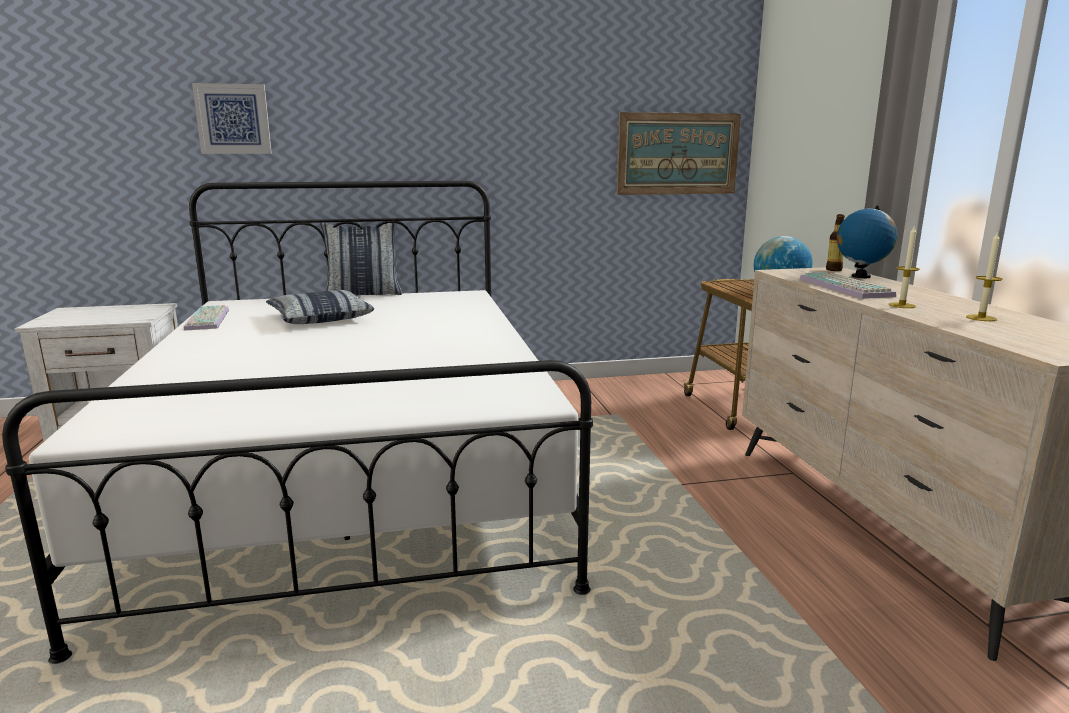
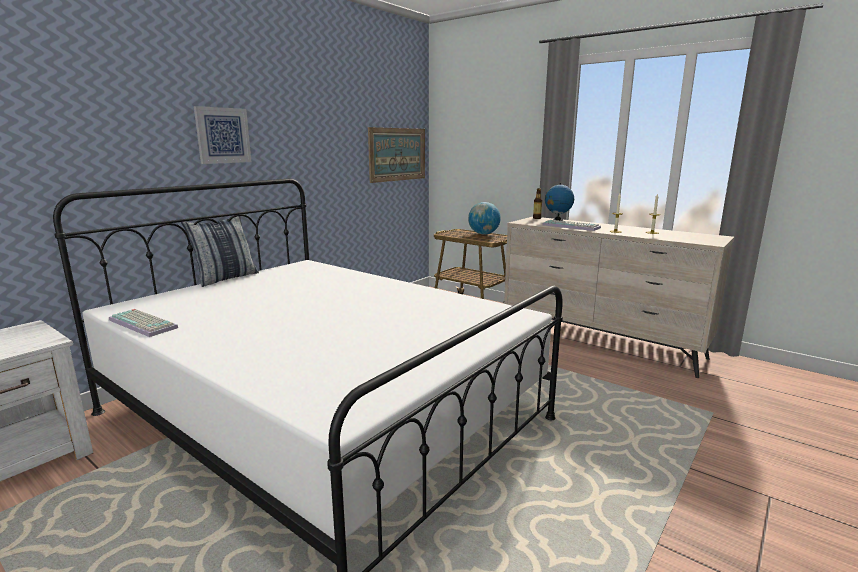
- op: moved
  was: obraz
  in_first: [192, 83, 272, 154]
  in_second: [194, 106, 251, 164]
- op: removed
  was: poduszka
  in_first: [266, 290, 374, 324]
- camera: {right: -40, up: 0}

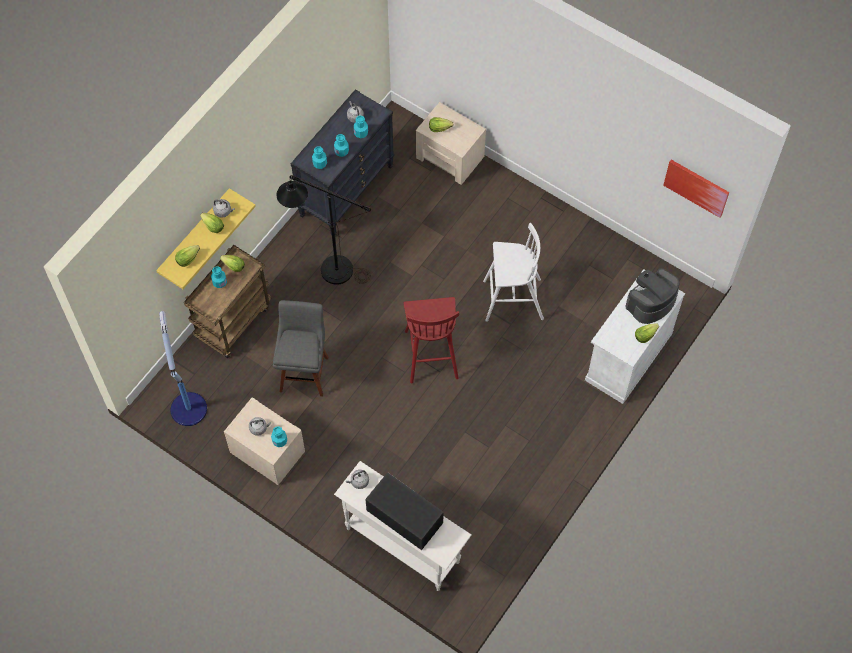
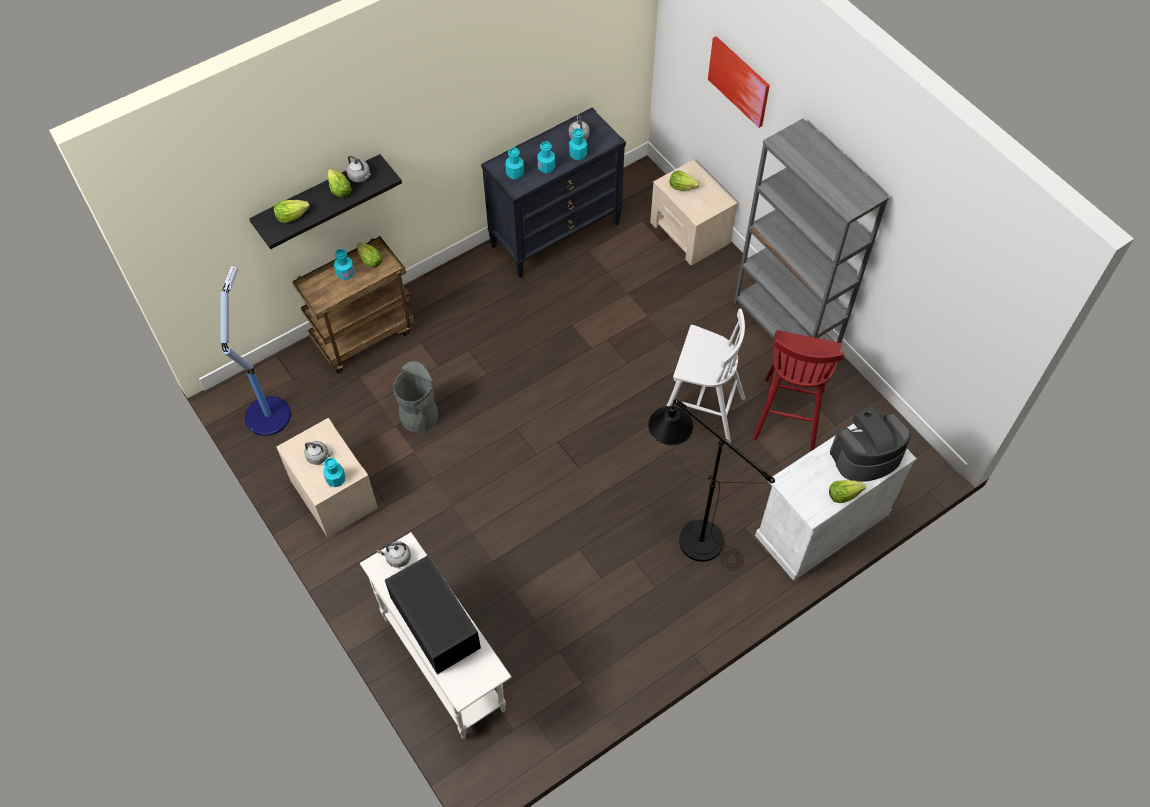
- op: moved
  was: obraz
  in_first: [663, 160, 729, 218]
  in_second: [708, 36, 770, 128]
- op: moved
  was: lampa stojąca/czarny
  in_first: [277, 175, 371, 285]
  in_second: [648, 399, 775, 571]
- op: recoloured
  was: półka/żółty
  now: półka/czarny
  in_first: [156, 188, 256, 289]
  in_second: [249, 154, 402, 249]
- op: moved
  was: stołek/czerwony
  in_first: [404, 297, 459, 384]
  in_second: [753, 330, 844, 451]
- op: replaced
  was: stołek/szary
  now: kosz na śmieci/szary
  in_first: [273, 300, 329, 396]
  in_second: [393, 361, 438, 433]
- op: added
  now: regał/szary
  in_second: [734, 118, 890, 343]
- camera: {right: 20, up: -5}

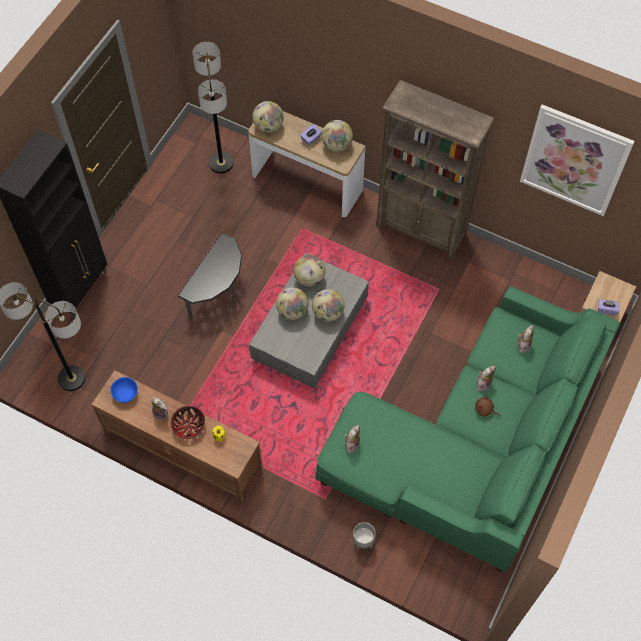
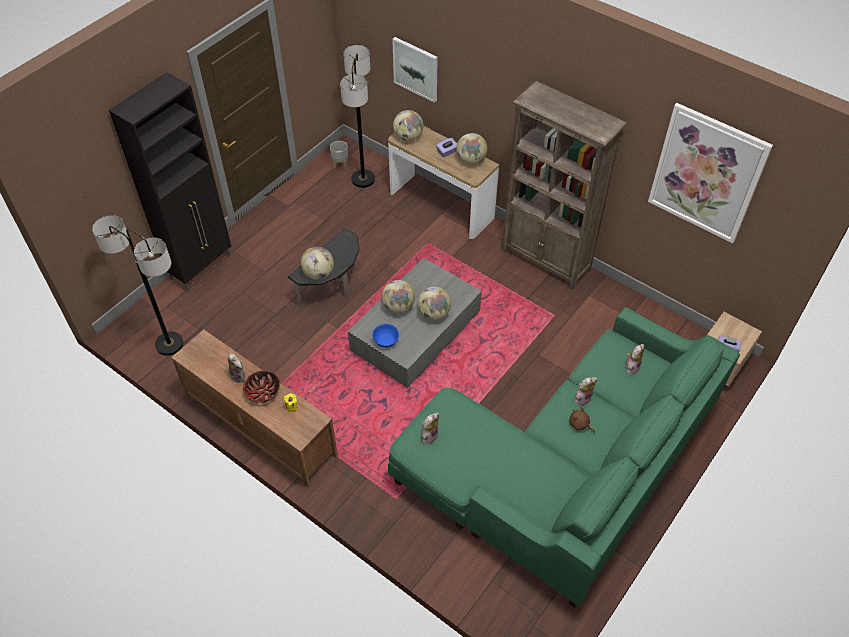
- op: moved
  was: globus
  in_first: [293, 255, 325, 287]
  in_second: [301, 247, 334, 279]
- op: moved
  was: miska/niebieski
  in_first: [111, 377, 138, 403]
  in_second: [372, 324, 399, 348]
- op: moved
  was: donica/szary
  in_first: [353, 522, 375, 550]
  in_second: [330, 141, 348, 169]
- op: added
  now: obraz
  in_second: [392, 37, 438, 103]
- camera: {right: 10, up: -10}

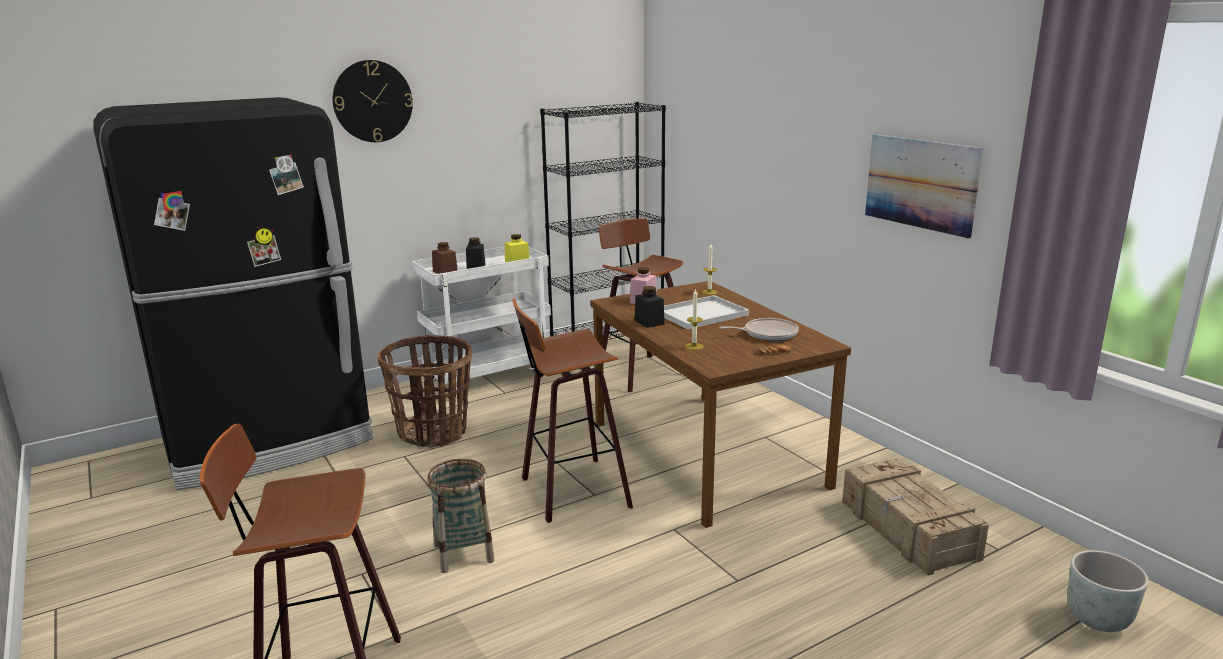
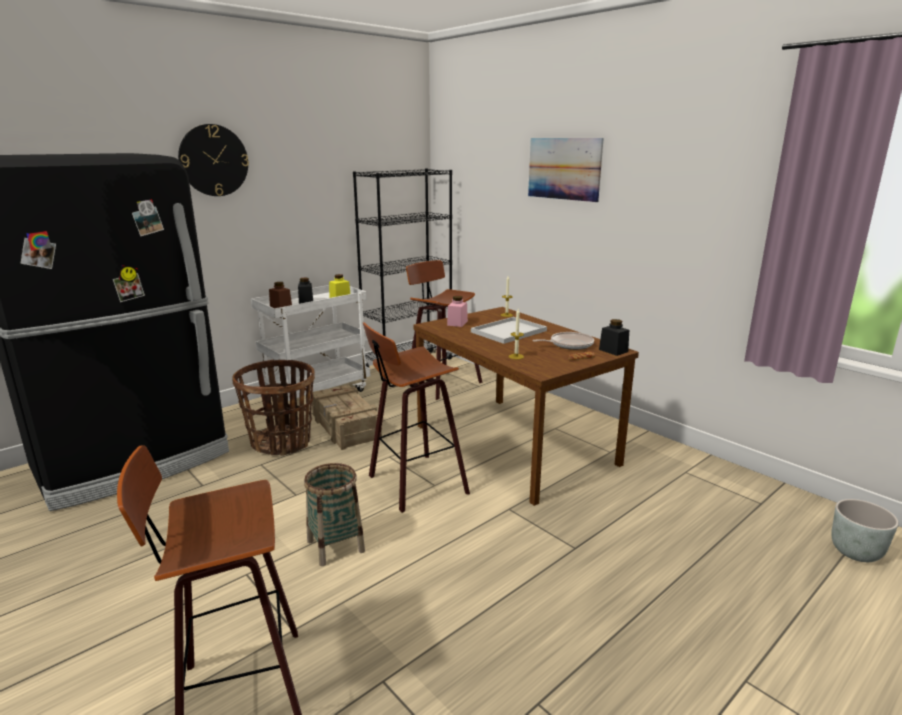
- op: moved
  was: obraz
  in_first: [865, 134, 983, 239]
  in_second: [528, 138, 604, 202]
- op: moved
  was: słoik/czarny
  in_first: [634, 286, 665, 328]
  in_second: [599, 319, 629, 356]
- op: moved
  was: skrzynka
  in_first: [842, 458, 989, 576]
  in_second: [312, 385, 382, 450]
- camera: {right: -10, up: 0}

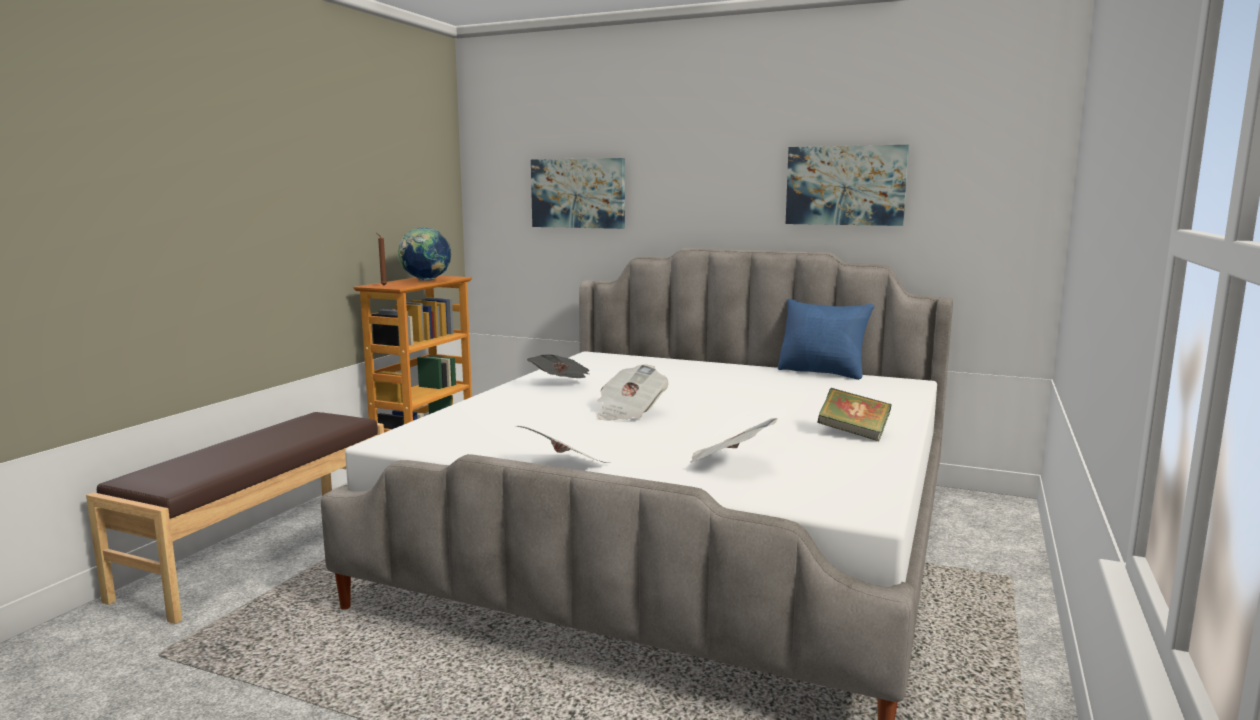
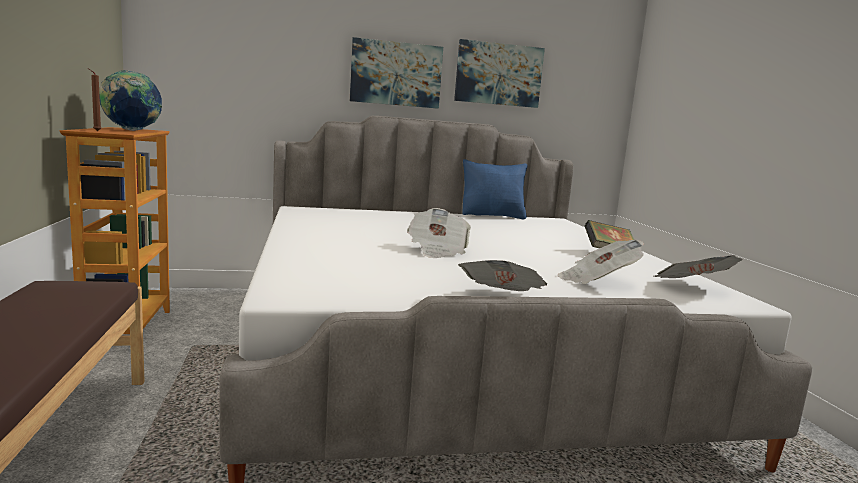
- op: moved
  was: obraz
  in_first: [531, 158, 625, 229]
  in_second: [350, 37, 443, 109]
- op: moved
  was: gazeta
  in_first: [527, 355, 589, 378]
  in_second: [654, 255, 742, 278]
- camera: {right: -35, up: 0}

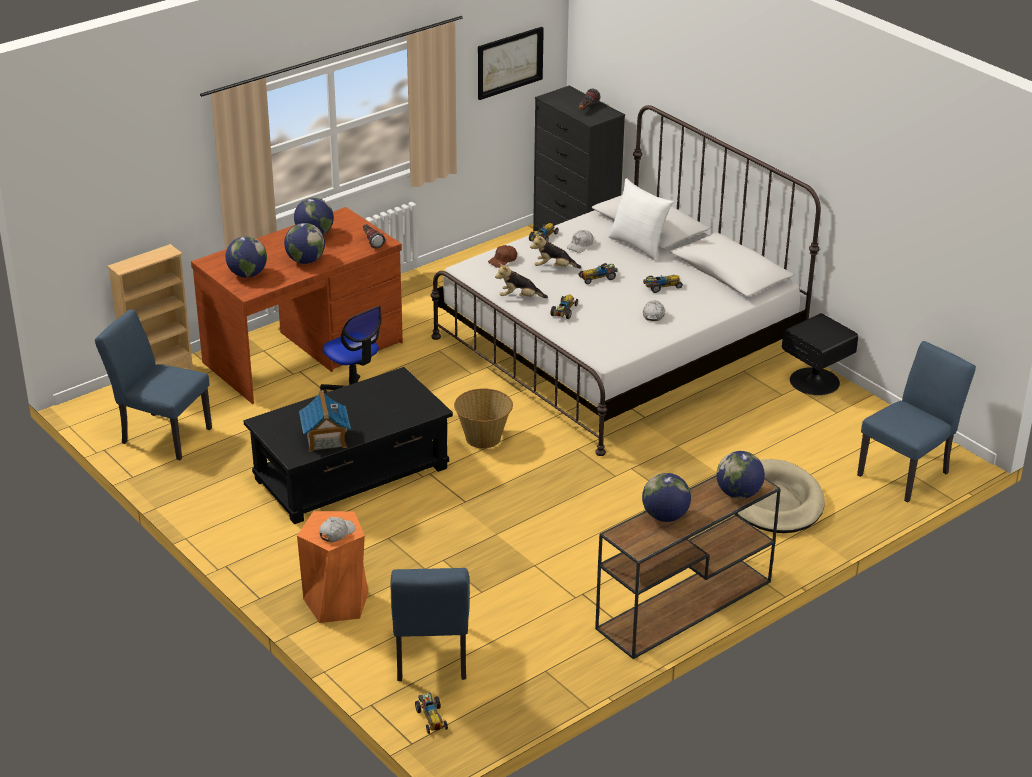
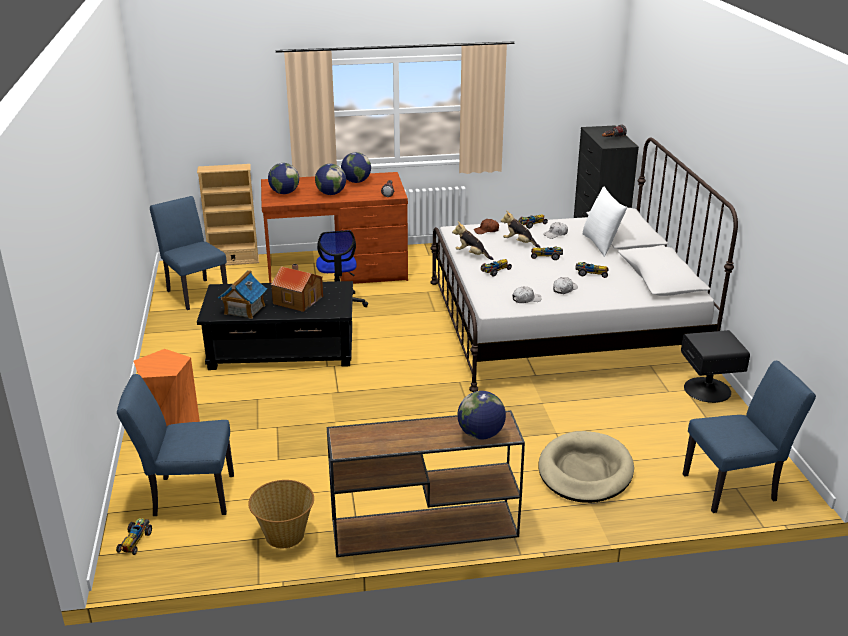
- op: removed
  was: obraz
  in_first: [478, 27, 544, 100]
- op: moved
  was: koszyk
  in_first: [454, 388, 513, 448]
  in_second: [248, 480, 314, 548]
- op: removed
  was: globus
  in_first: [642, 473, 691, 522]
- op: moved
  was: czapka z daszkiem/biały
  in_first: [320, 517, 356, 542]
  in_second: [512, 286, 542, 303]
- op: turned
  was: krzesło/niebieski
  in_first: [391, 568, 470, 681]
  in_second: [117, 374, 234, 516]
  clockwise: 60
- op: added
  now: domek
  in_second: [271, 264, 323, 312]
- camera: {right: 30, up: -5}

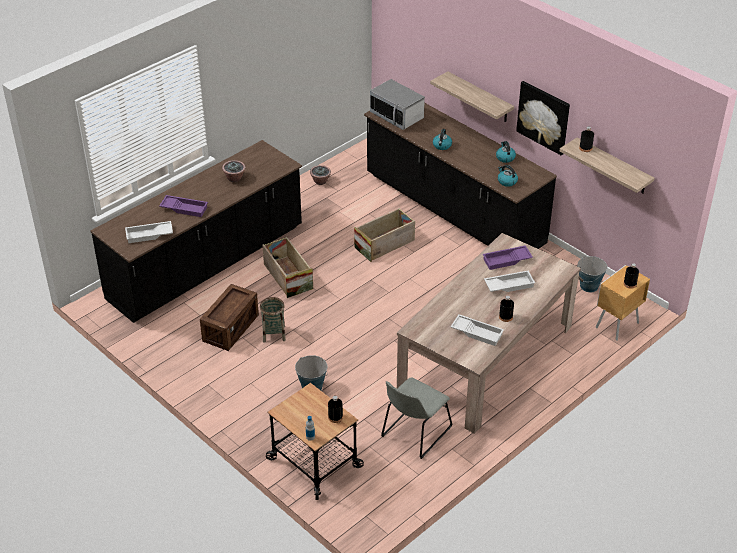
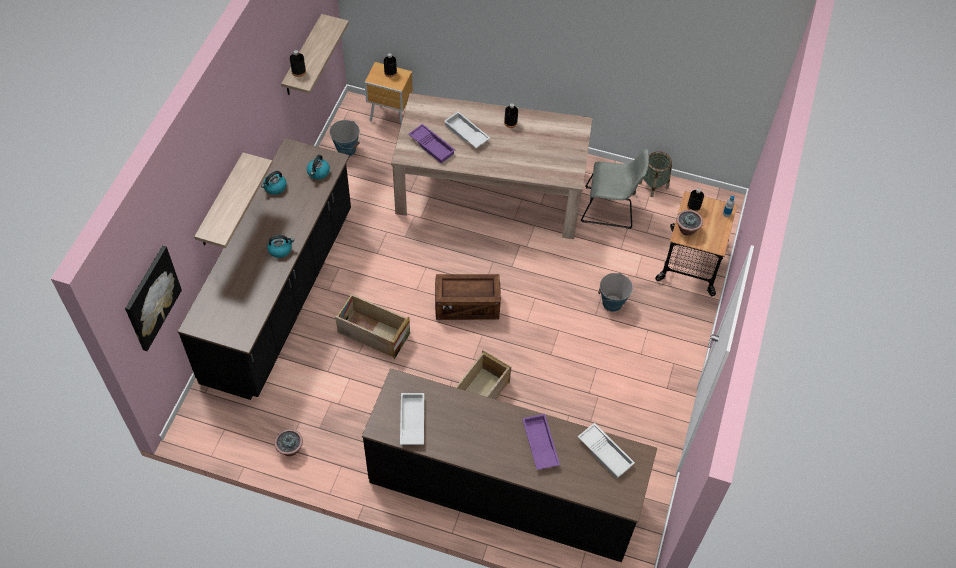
- op: removed
  was: mikrofalówka
  in_first: [370, 79, 425, 130]
- op: moved
  was: obraz
  in_first: [516, 81, 570, 156]
  in_second: [125, 246, 182, 351]
- op: moved
  was: roślina doniczkowa
  in_first: [222, 160, 246, 182]
  in_second: [676, 210, 703, 236]
- op: moved
  was: skrzynka
  in_first: [200, 284, 259, 351]
  in_second: [435, 274, 501, 320]
- op: moved
  was: koszyk
  in_first: [260, 297, 286, 343]
  in_second: [639, 151, 672, 197]
- op: moved
  was: taca/biały
  in_first: [451, 314, 504, 346]
  in_second: [400, 393, 424, 445]
- camera: {right: -120, up: 15}

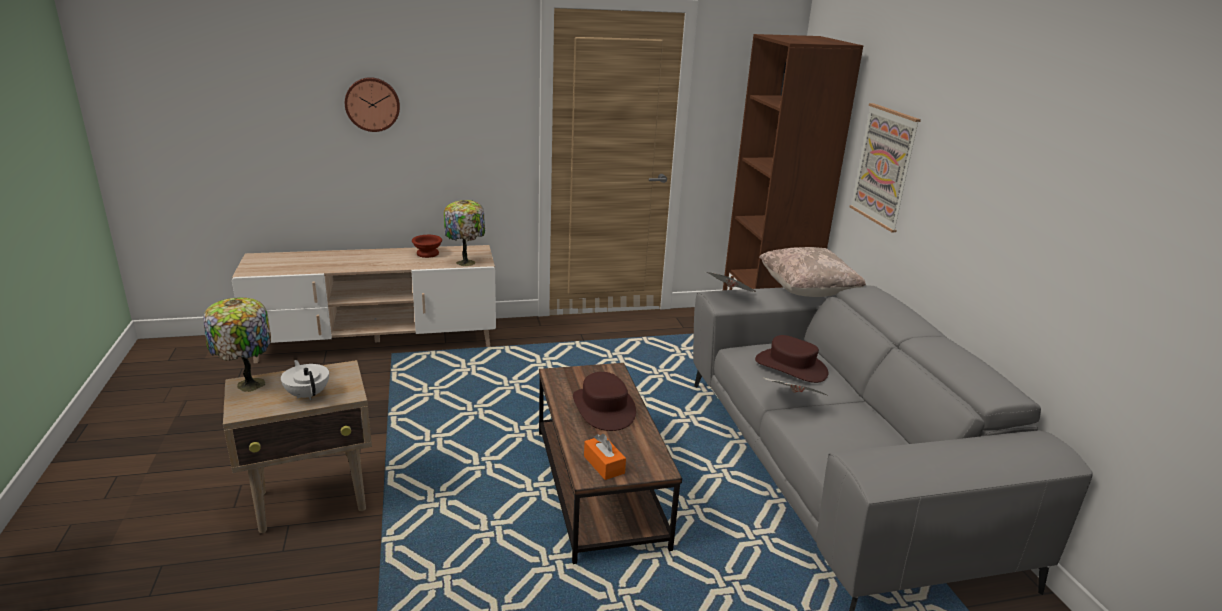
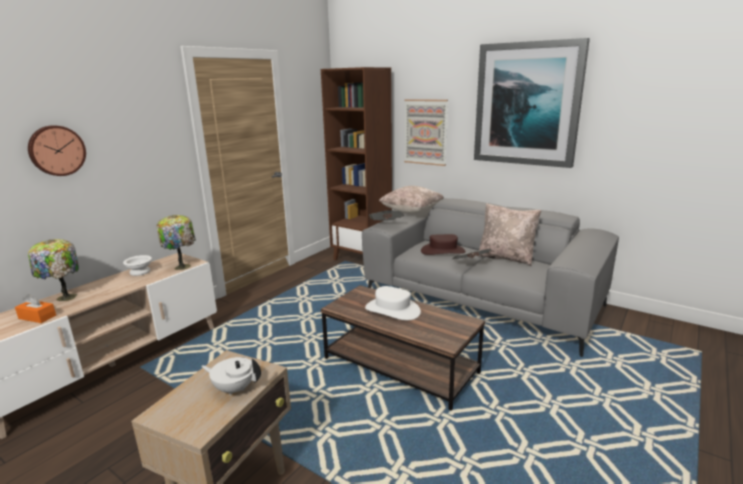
- op: recoloured
  was: miska/brązowy
  now: miska/biały
  in_first: [412, 235, 442, 258]
  in_second: [123, 255, 152, 276]
- op: moved
  was: lampa stołowa
  in_first: [203, 297, 271, 392]
  in_second: [28, 239, 79, 301]
- op: recoloured
  was: kapelusz/brązowy
  now: kapelusz/biały
  in_first: [573, 372, 636, 431]
  in_second: [365, 286, 421, 320]
- op: moved
  was: pudełko chusteczek/pomarańczowy
  in_first: [584, 434, 626, 480]
  in_second: [15, 294, 56, 323]
- op: added
  now: obraz
  in_second: [474, 38, 590, 168]
- op: added
  now: poduszka/beżowy
  in_second: [478, 203, 541, 266]
- camera: {right: -40, up: -5}

